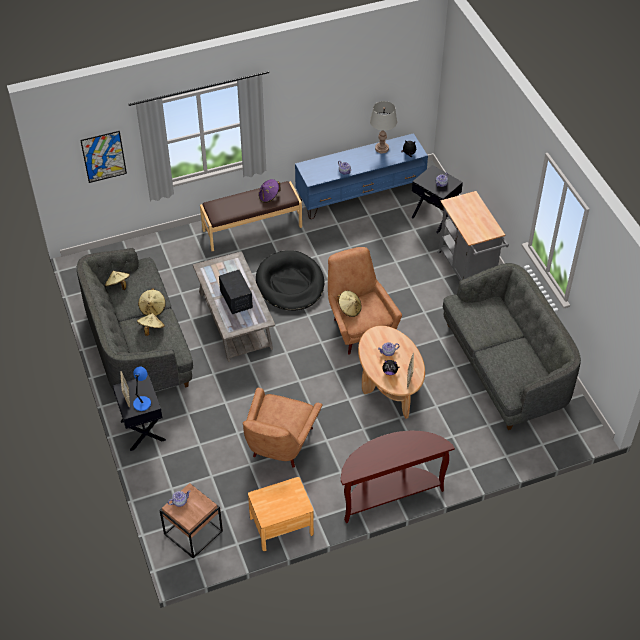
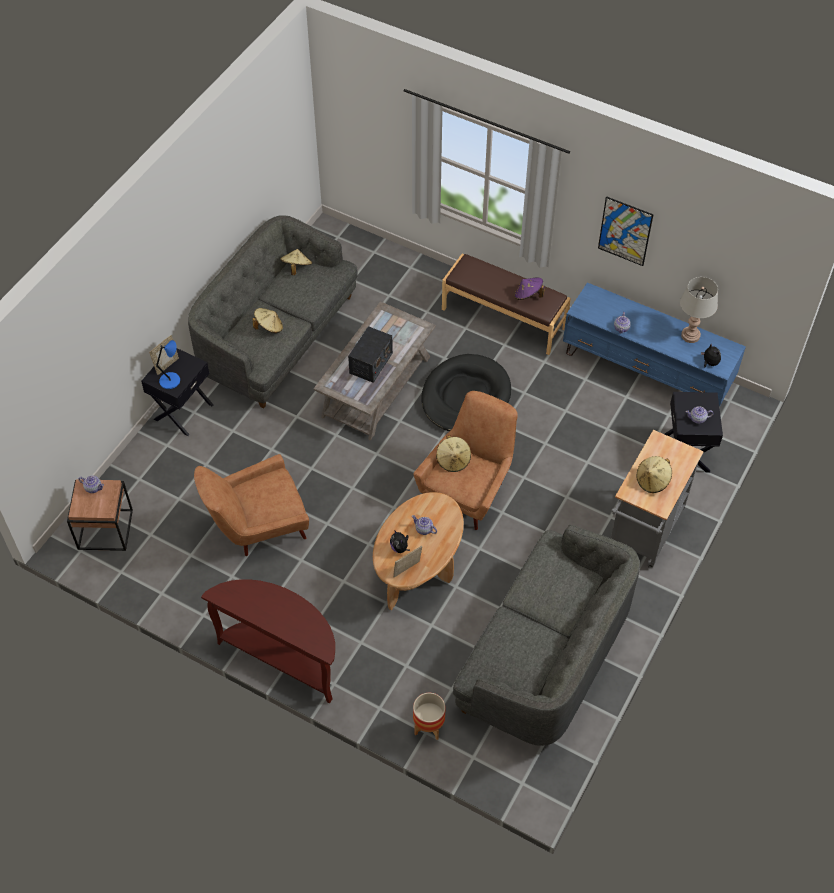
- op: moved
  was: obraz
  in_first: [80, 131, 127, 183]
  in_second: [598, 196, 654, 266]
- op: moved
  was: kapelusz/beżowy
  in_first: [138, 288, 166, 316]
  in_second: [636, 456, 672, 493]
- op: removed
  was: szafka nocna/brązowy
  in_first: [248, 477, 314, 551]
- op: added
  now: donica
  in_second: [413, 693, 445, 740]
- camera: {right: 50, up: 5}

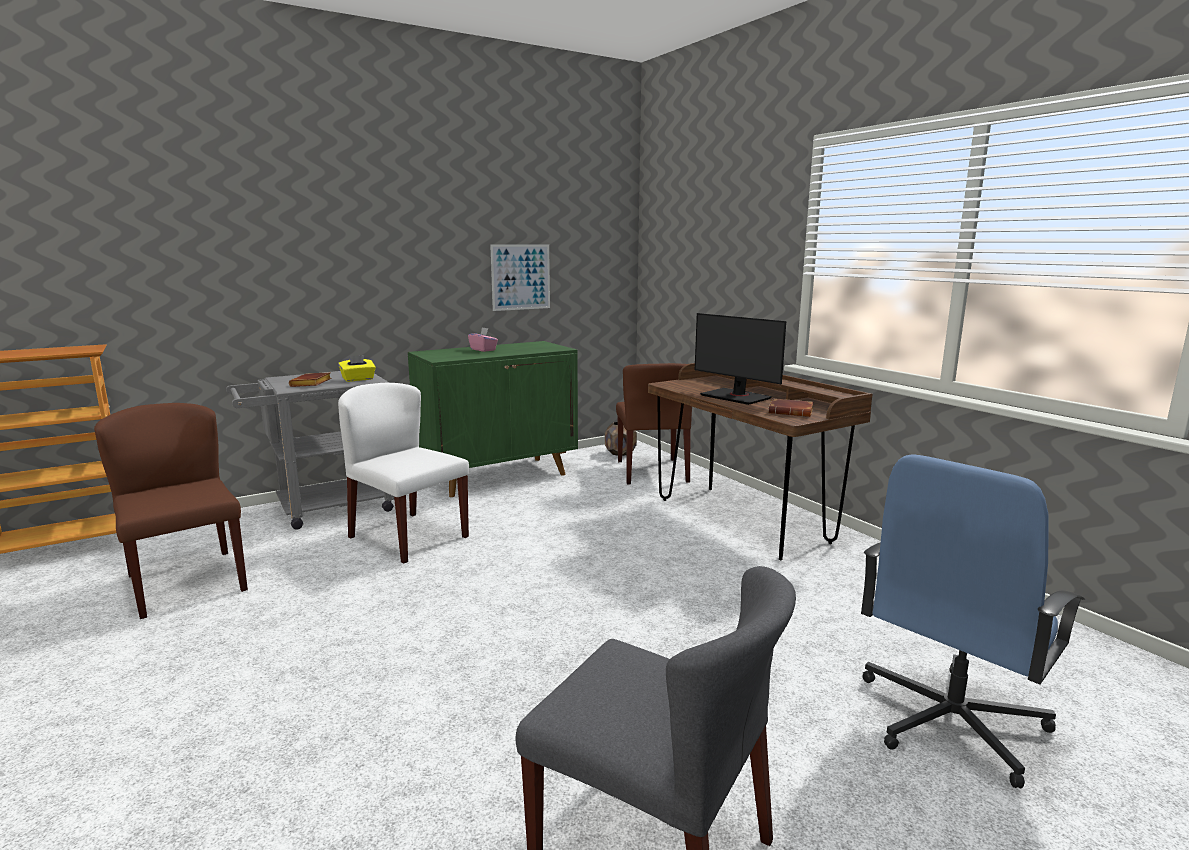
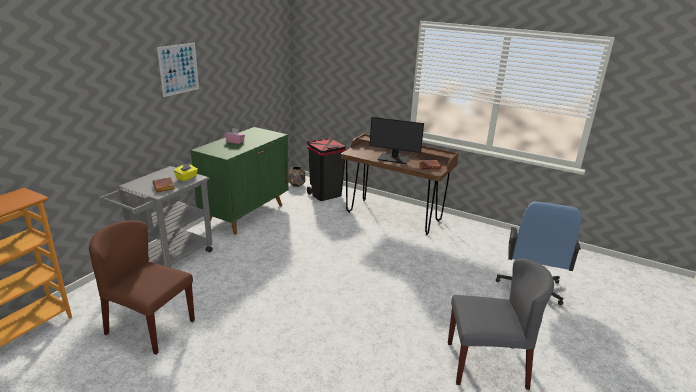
- op: moved
  was: obraz
  in_first: [490, 245, 550, 311]
  in_second: [157, 43, 199, 97]
- op: replaced
  was: krzesło/brązowy
  now: kosz na śmieci/czarny
  in_first: [616, 363, 692, 484]
  in_second: [307, 138, 347, 201]
- op: removed
  was: krzesło/biały
  in_first: [338, 383, 469, 563]
- camera: {right: -30, up: 10}

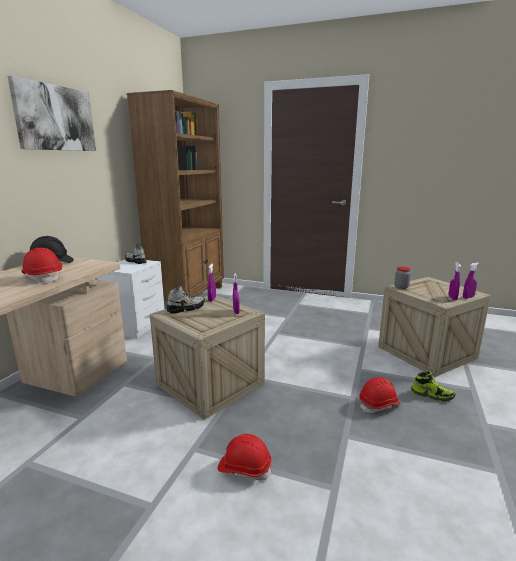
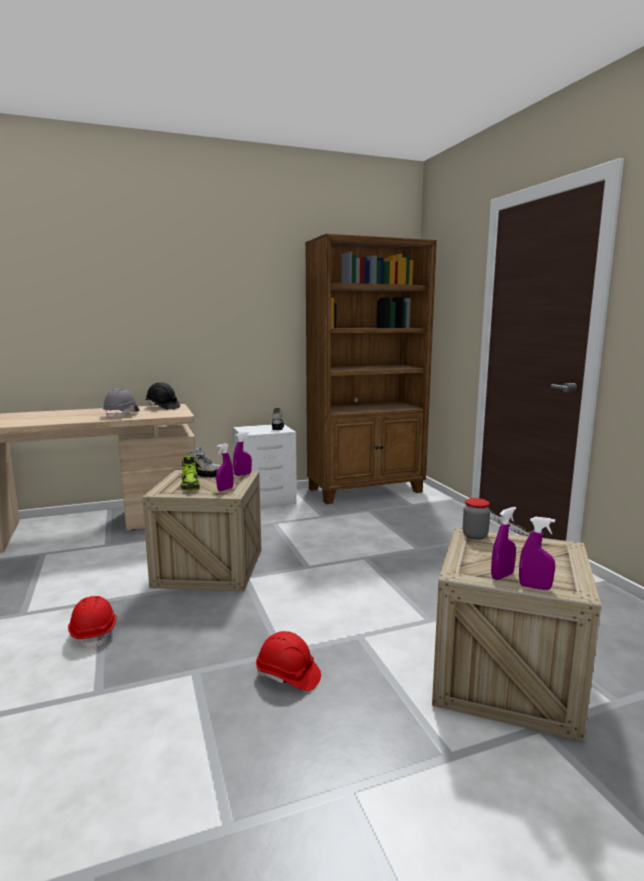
- op: removed
  was: obraz
  in_first: [7, 76, 96, 151]
- op: recoloured
  was: kask/czerwony
  now: kask/szary
  in_first: [21, 248, 62, 283]
  in_second: [103, 388, 139, 419]
- op: moved
  was: but
  in_first: [411, 371, 456, 402]
  in_second: [181, 456, 200, 490]
- camera: {right: 50, up: -5}

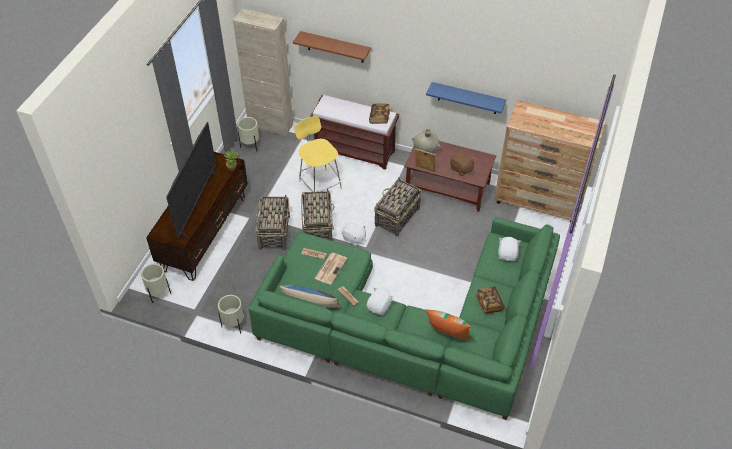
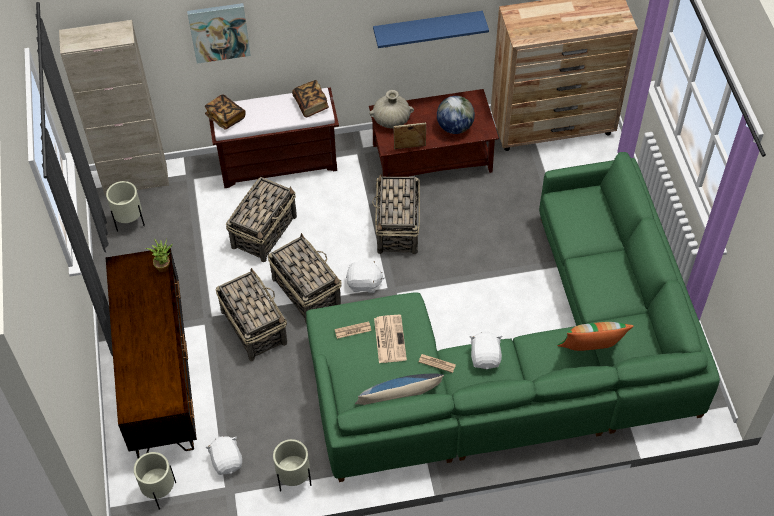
- op: replaced
  was: półka/brązowy
  now: obraz
  in_first: [293, 31, 371, 63]
  in_second: [187, 3, 251, 64]
- op: replaced
  was: stołek/żółty
  now: koszyk
  in_first: [294, 116, 342, 192]
  in_second: [226, 177, 297, 262]
- op: removed
  was: telewizor
  in_first: [166, 122, 218, 239]
- op: replaced
  was: pluszak/brązowy
  now: globus
  in_first: [450, 152, 474, 176]
  in_second: [437, 96, 475, 134]
- op: moved
  was: pluszak/biały
  in_first: [498, 237, 521, 261]
  in_second: [205, 436, 242, 475]
- op: moved
  was: książka
  in_first: [476, 286, 505, 314]
  in_second: [205, 94, 246, 130]
- camera: {right: -30, up: 5}

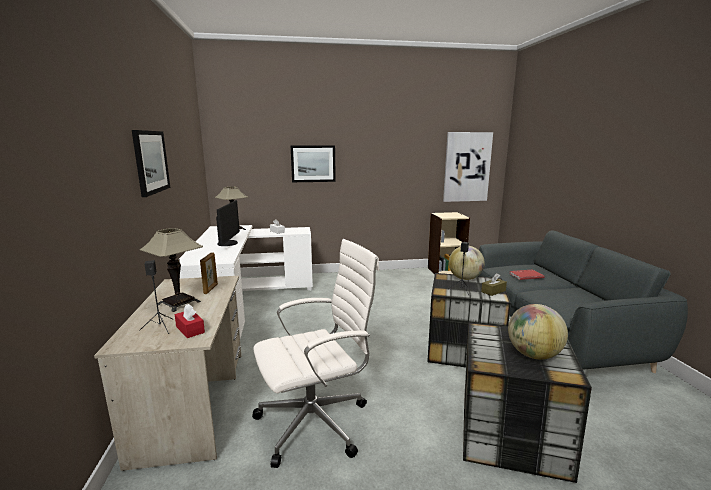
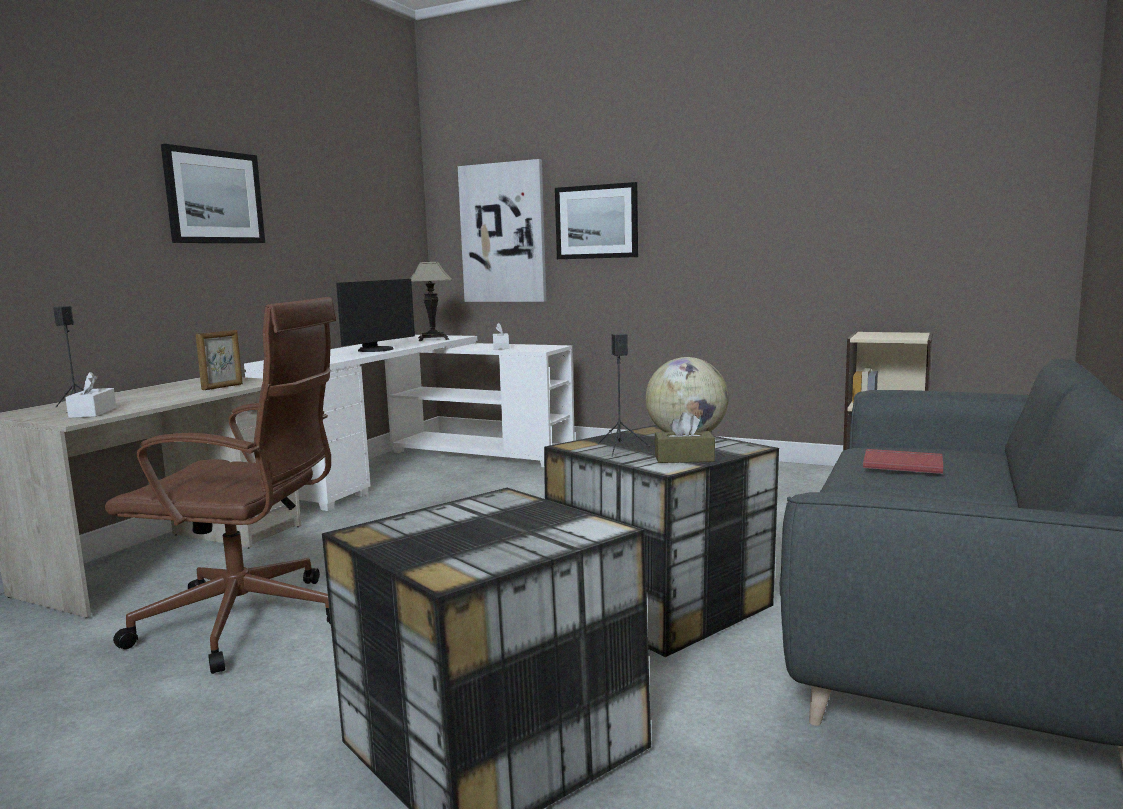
- op: moved
  was: obraz
  in_first: [443, 132, 493, 202]
  in_second: [458, 159, 547, 302]
- op: removed
  was: lampa stołowa
  in_first: [139, 228, 203, 312]
- op: recoloured
  was: krzesło biurowe/biały
  now: krzesło biurowe/brązowy
  in_first: [252, 239, 380, 468]
  in_second: [105, 297, 336, 674]
- op: recoloured
  was: pudełko chusteczek/czerwony
  now: pudełko chusteczek/biały
  in_first: [175, 304, 205, 338]
  in_second: [65, 372, 116, 418]
- op: removed
  was: globus
  in_first: [508, 304, 568, 360]
- camera: {right: 35, up: -5}

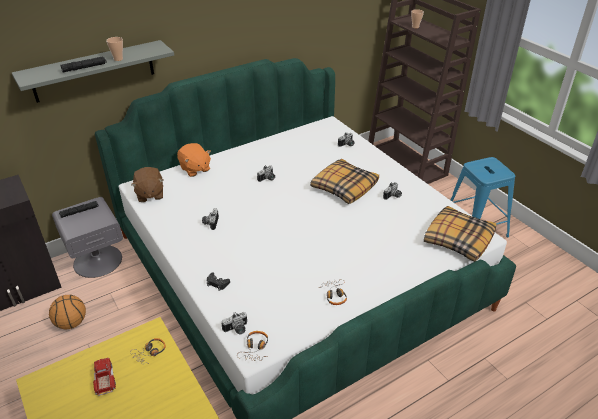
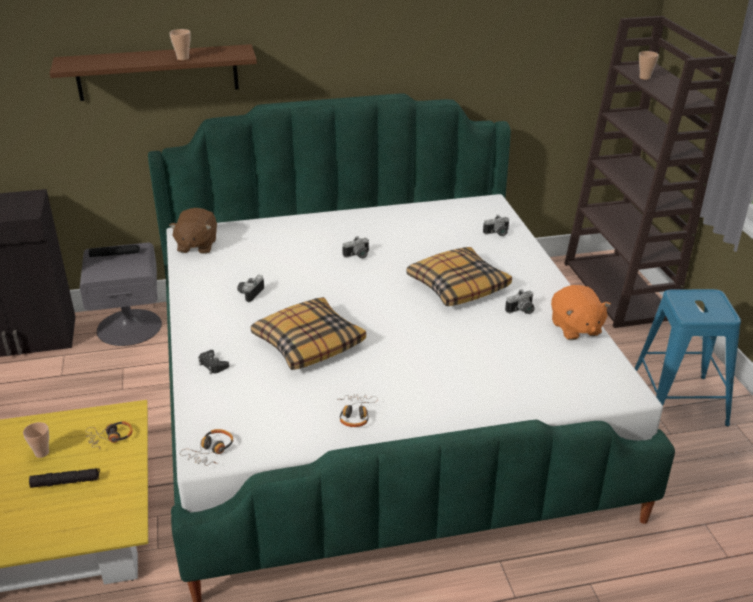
- op: recoloured
  was: półka/szary
  now: półka/brązowy
  in_first: [12, 40, 174, 103]
  in_second: [50, 44, 257, 101]
- op: moved
  was: latarka/czarny
  in_first: [60, 56, 107, 72]
  in_second: [29, 468, 100, 488]
- op: moved
  was: pluszak/pomarańczowy
  in_first: [177, 143, 211, 177]
  in_second: [551, 285, 611, 340]
- op: moved
  was: poduszka
  in_first: [424, 206, 496, 262]
  in_second: [251, 297, 366, 370]
- op: removed
  was: piłka do koszykówki
  in_first: [49, 295, 86, 329]
- op: removed
  was: aparat fotograficzny
  in_first: [221, 312, 247, 335]
- op: replaced
  was: ciężarówka zabawkowa
  now: filiżanka
  in_first: [93, 358, 116, 396]
  in_second: [23, 422, 49, 458]
- camera: {right: 20, up: -5}

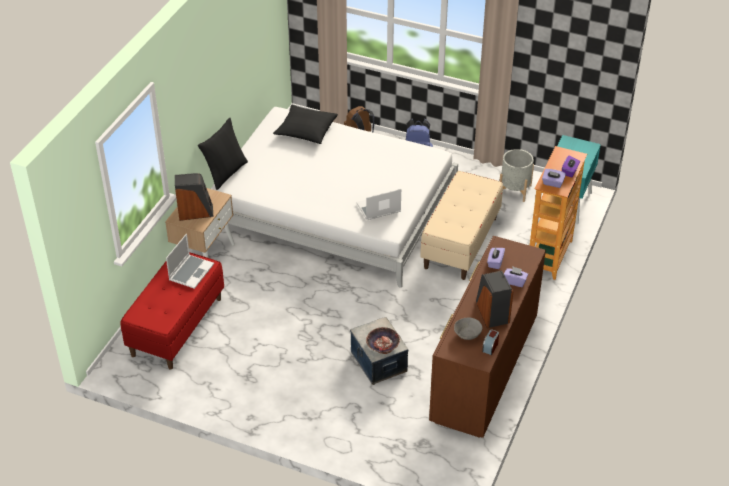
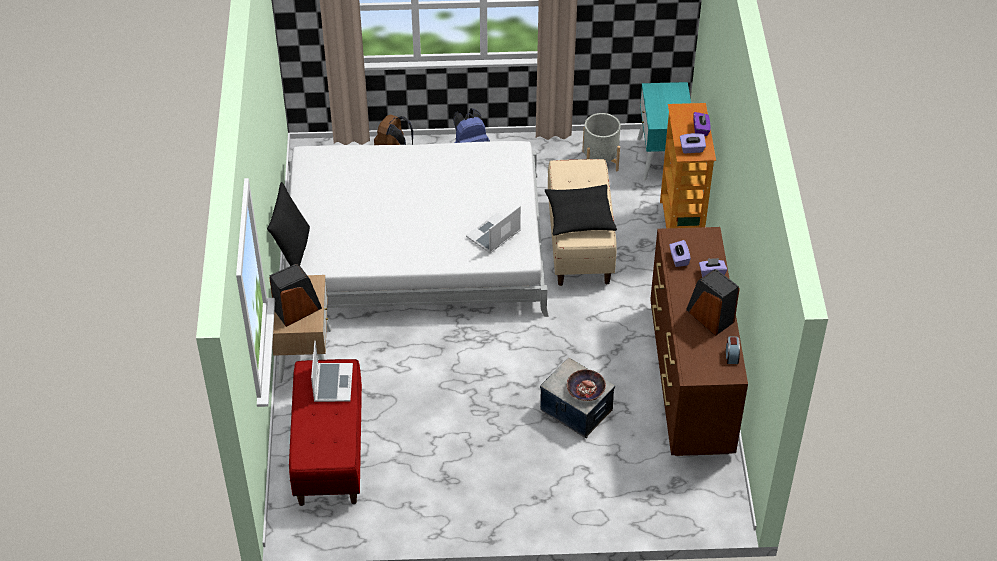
- op: moved
  was: poduszka/czarny
  in_first: [273, 105, 338, 144]
  in_second: [545, 184, 617, 236]
- op: removed
  was: miska/szary
  in_first: [454, 317, 482, 340]
- camera: {right: -25, up: 5}

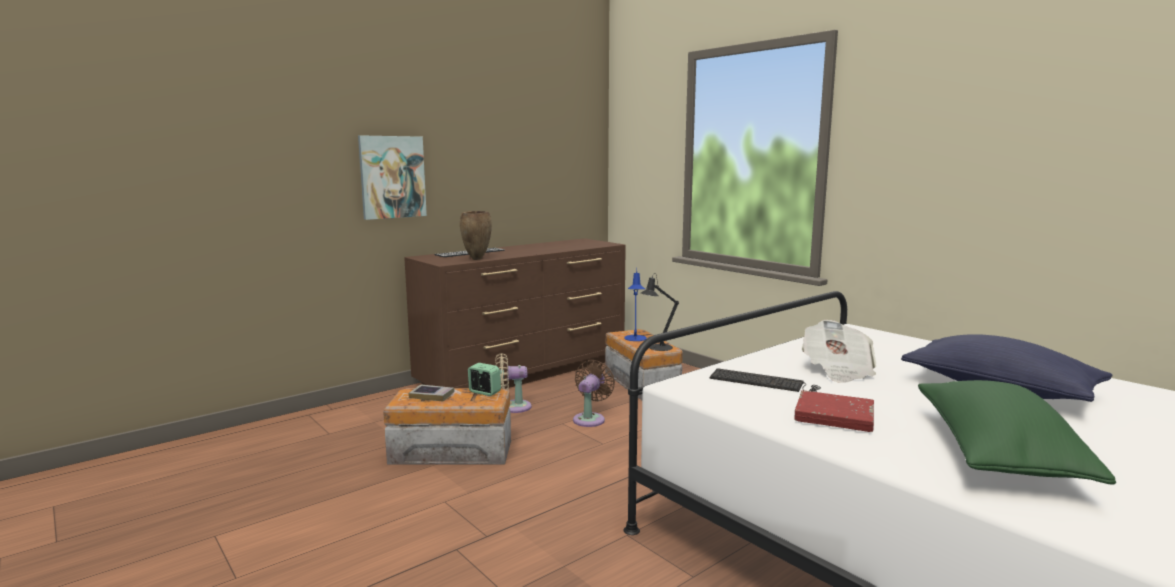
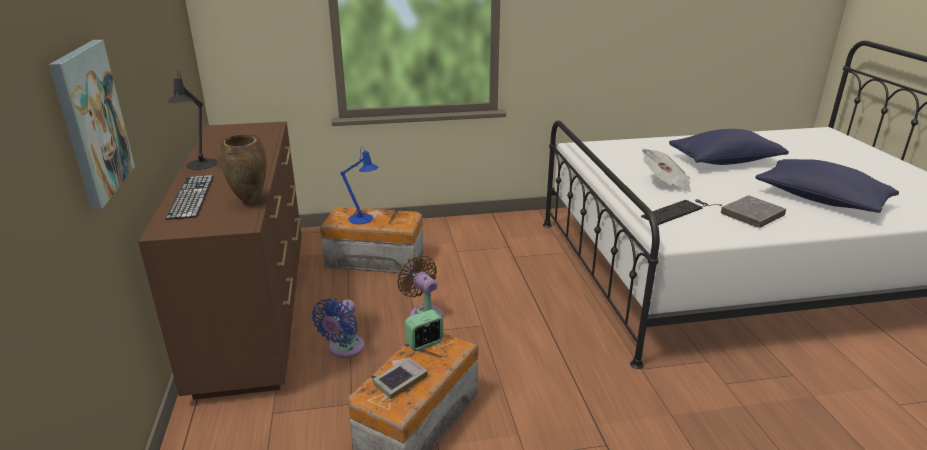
- op: moved
  was: lampa stołowa/czarny
  in_first: [641, 273, 679, 351]
  in_second: [167, 71, 217, 170]
- op: recoloured
  was: wentylator/beżowy
  now: wentylator/niebieski
  in_first: [496, 353, 532, 413]
  in_second: [312, 298, 365, 358]
- op: recoloured
  was: poduszka/zielony
  now: poduszka/niebieski
  in_first: [918, 380, 1116, 485]
  in_second: [755, 159, 899, 213]
- op: recoloured
  was: książka/czerwony
  now: książka/szary
  in_first: [794, 390, 874, 432]
  in_second: [721, 195, 786, 228]
- camera: {right: -60, up: 15}

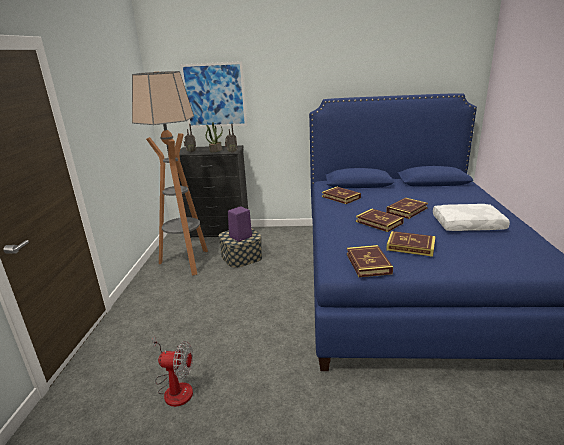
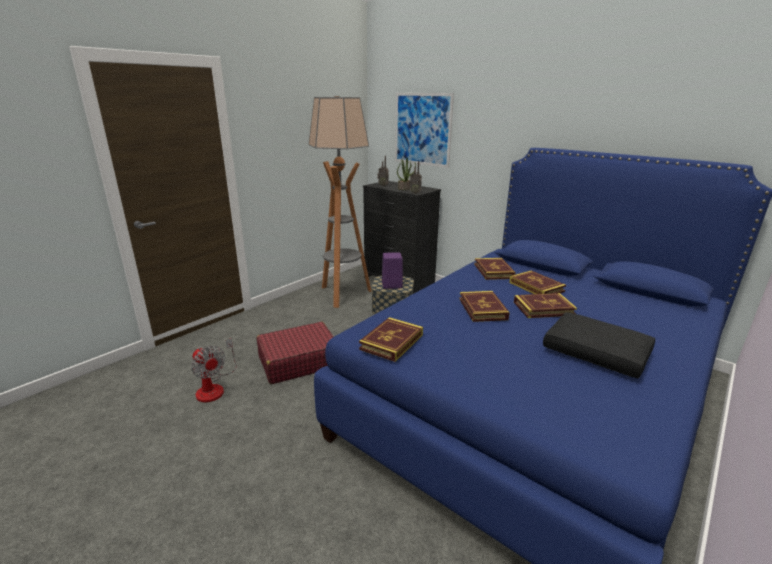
- op: recoloured
  was: poduszka/biały
  now: poduszka/czarny
  in_first: [433, 204, 510, 231]
  in_second: [543, 312, 655, 379]
- op: moved
  was: książka
  in_first: [386, 231, 436, 257]
  in_second: [509, 270, 566, 294]
- op: added
  now: walizka/czerwony
  in_second: [257, 322, 334, 384]
- camera: {right: 35, up: 0}

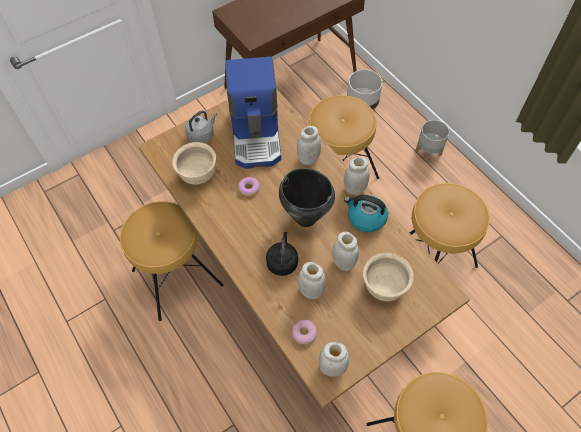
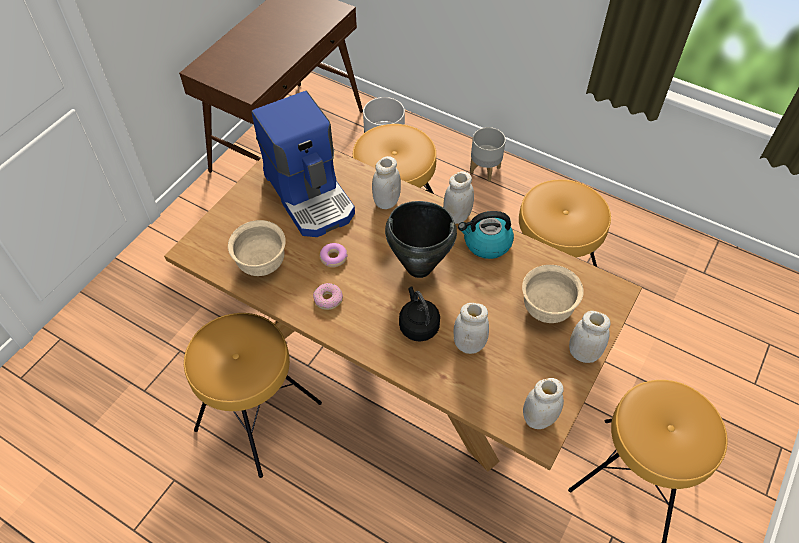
- op: removed
  was: czajnik/szary
  in_first: [185, 111, 217, 143]
- op: moved
  was: słoik/biały
  in_first: [332, 232, 359, 271]
  in_second: [569, 311, 611, 363]
- op: moved
  was: donut
  in_first: [292, 319, 317, 345]
  in_second: [313, 283, 343, 310]
- camera: {right: -25, up: -5}

